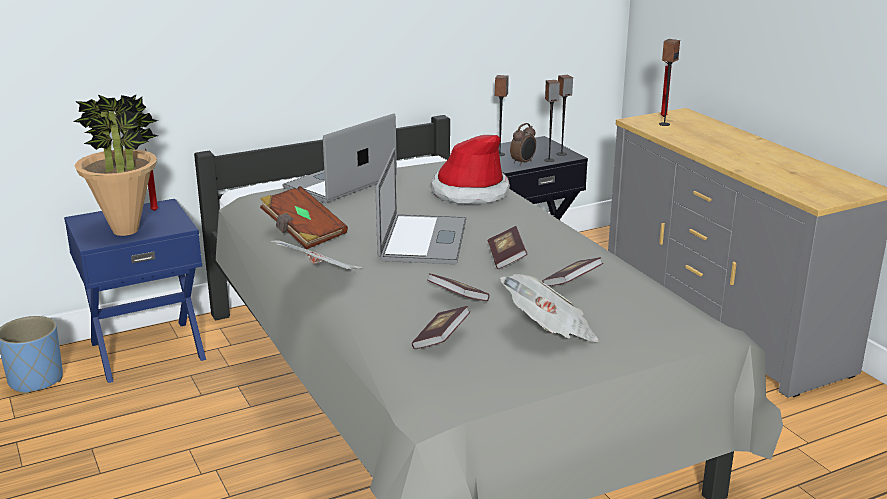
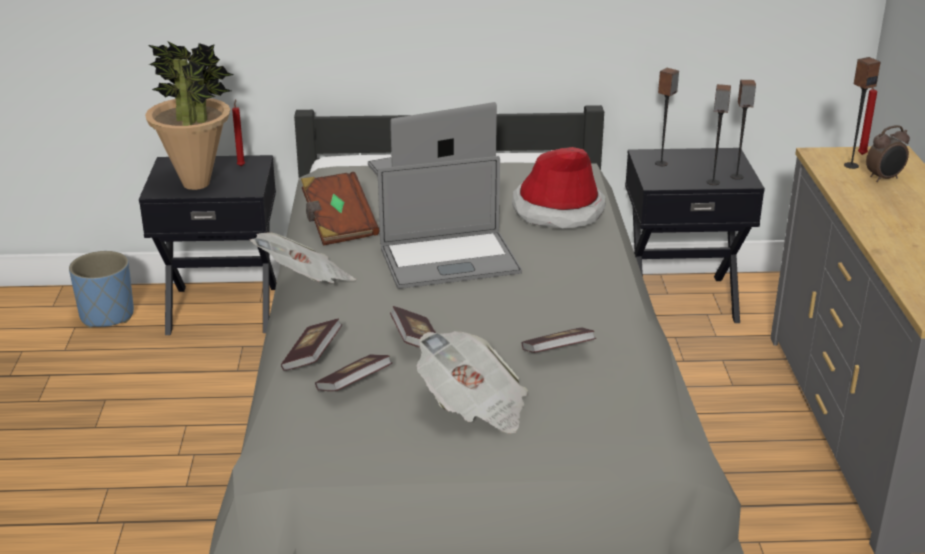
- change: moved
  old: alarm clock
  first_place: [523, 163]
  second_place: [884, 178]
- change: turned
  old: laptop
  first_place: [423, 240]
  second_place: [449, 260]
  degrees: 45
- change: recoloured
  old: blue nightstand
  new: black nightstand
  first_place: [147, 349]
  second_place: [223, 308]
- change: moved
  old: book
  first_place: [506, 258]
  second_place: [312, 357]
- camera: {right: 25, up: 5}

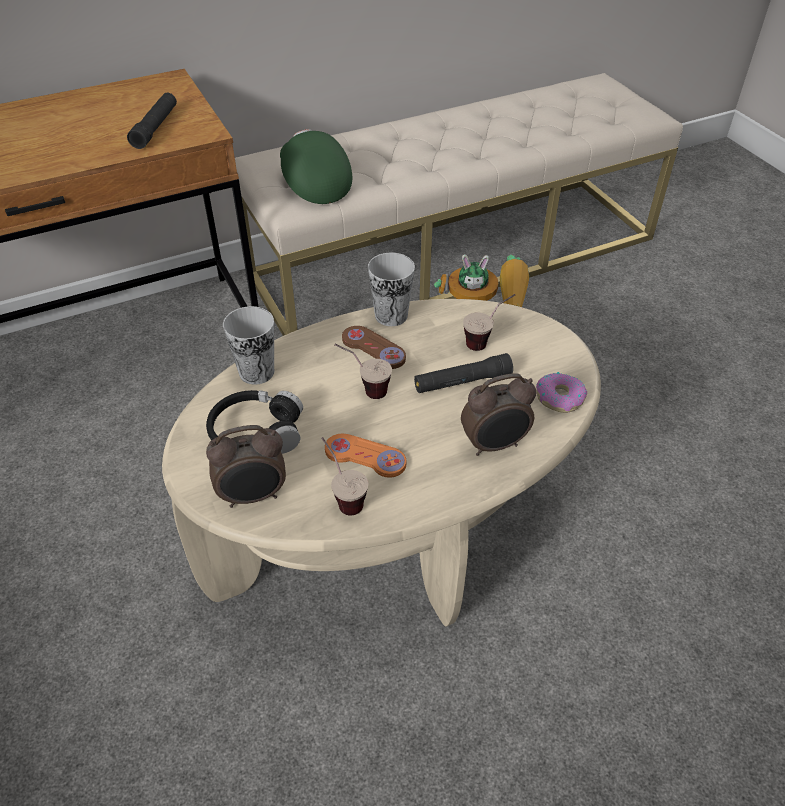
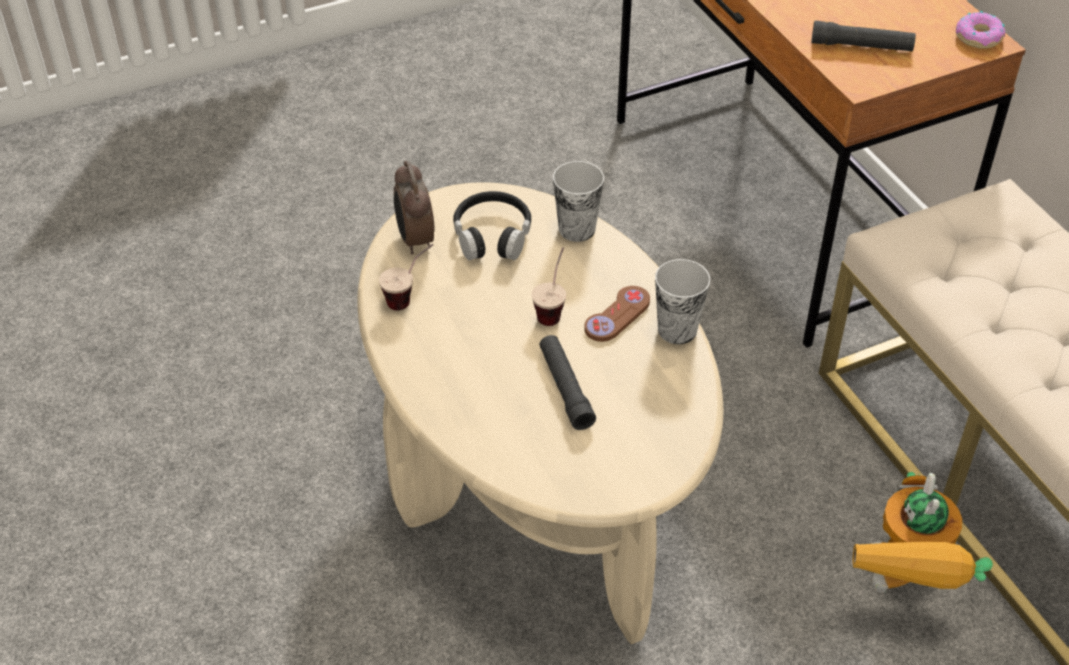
- change: removed
  old: green cap
  first_place: [313, 183]
- change: removed
  old: cup
  first_place: [486, 341]
- change: moved
  old: donut
  first_place: [559, 397]
  second_place: [979, 37]
- change: removed
  old: alarm clock
  first_place: [495, 445]
- change: removed
  old: orange game controller
  first_place: [365, 457]
- camera: {right: 90, up: 0}

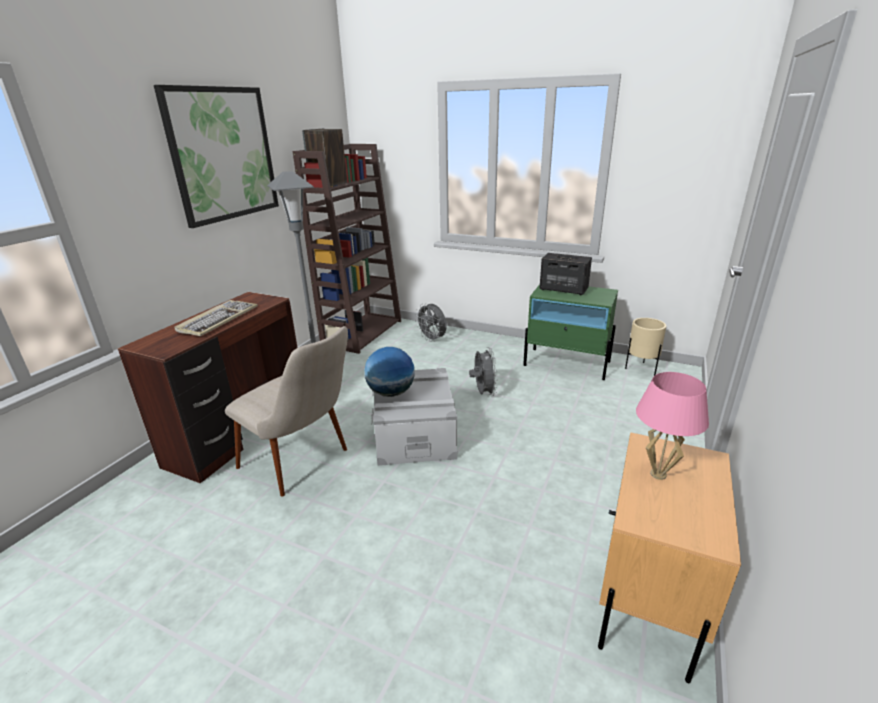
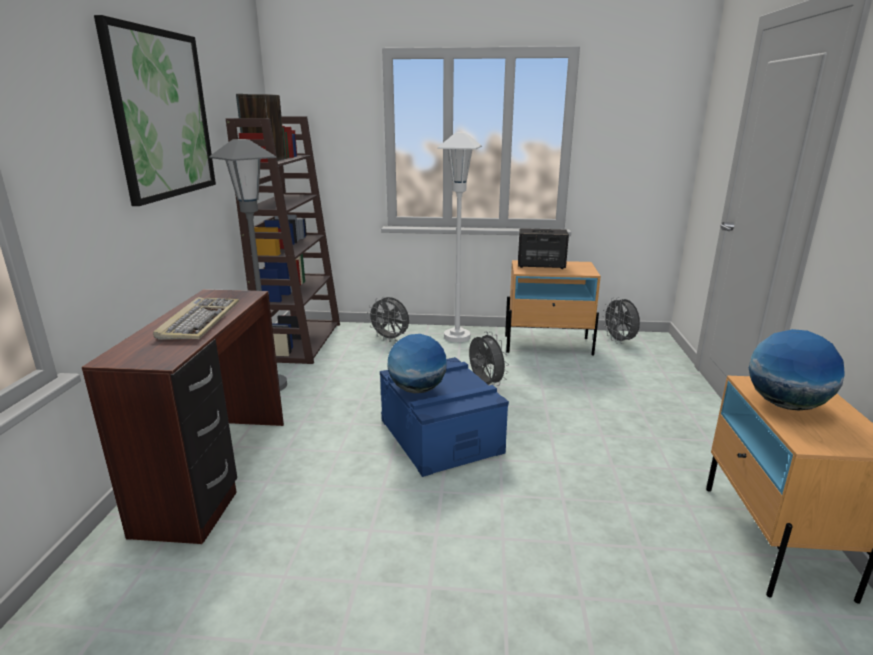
- change: recoloured
  old: green nightstand
  new: beige nightstand
  first_place: [567, 363]
  second_place: [548, 345]
- change: replaced
  old: beige planter
  new: grey fan
  first_place: [641, 369]
  second_place: [619, 341]
- change: removed
  old: beige chair
  first_place: [305, 465]
- change: recoloured
  old: grey storage box
  new: blue storage box
  first_place: [415, 433]
  second_place: [440, 436]
- change: replaced
  old: pink table lamp
  new: globe
  first_place: [657, 474]
  second_place: [785, 404]
- change: added
  new: white floor lamp
  second_place: [457, 337]
- camera: {right: -20, up: -5}

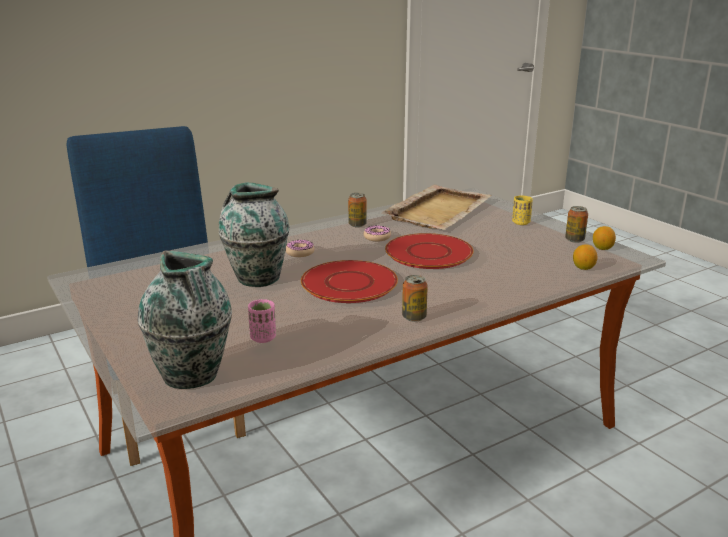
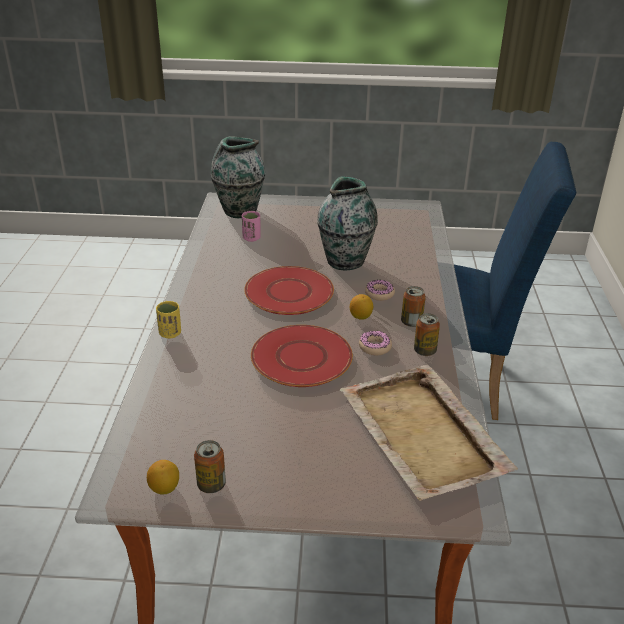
- change: moved
  old: yellow cup
  first_place: [521, 223]
  second_place: [170, 333]
- change: moved
  old: lemon
  first_place: [583, 268]
  second_place: [361, 317]
- change: moved
  old: can
  first_place: [414, 317]
  second_place: [411, 322]
- camera: {right: 125, up: 10}

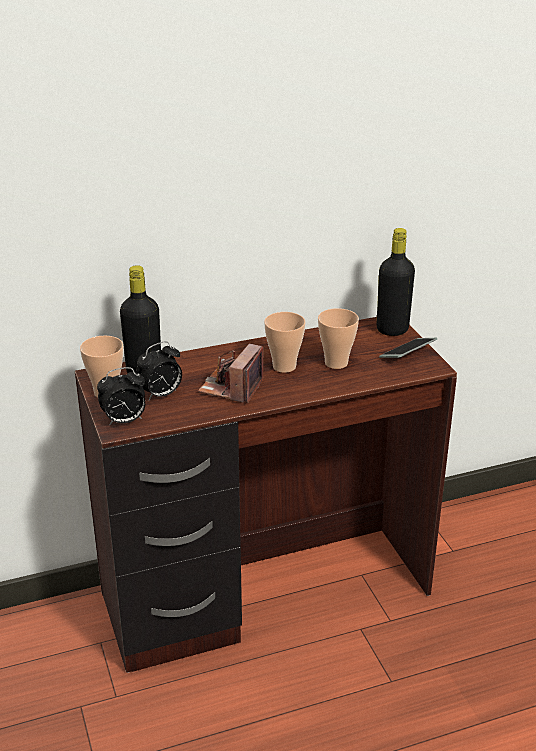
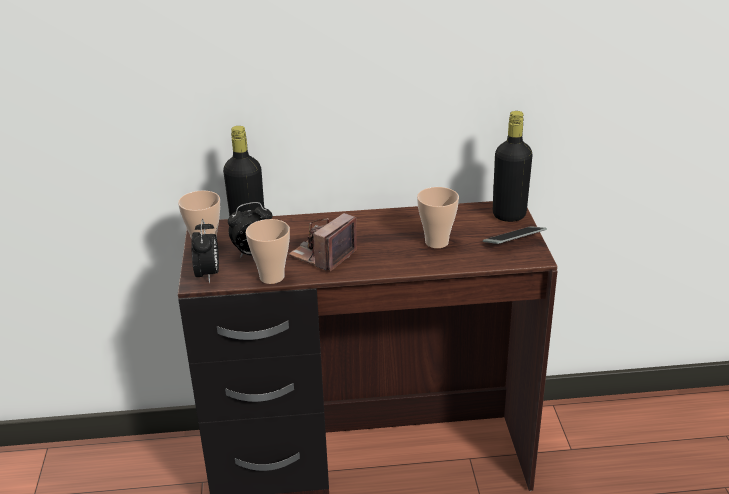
- change: moved
  old: cup
  first_place: [284, 366]
  second_place: [272, 277]
- change: turned
  old: alarm clock
  first_place: [124, 421]
  second_place: [208, 275]
  degrees: -90
- camera: {right: 15, up: 0}

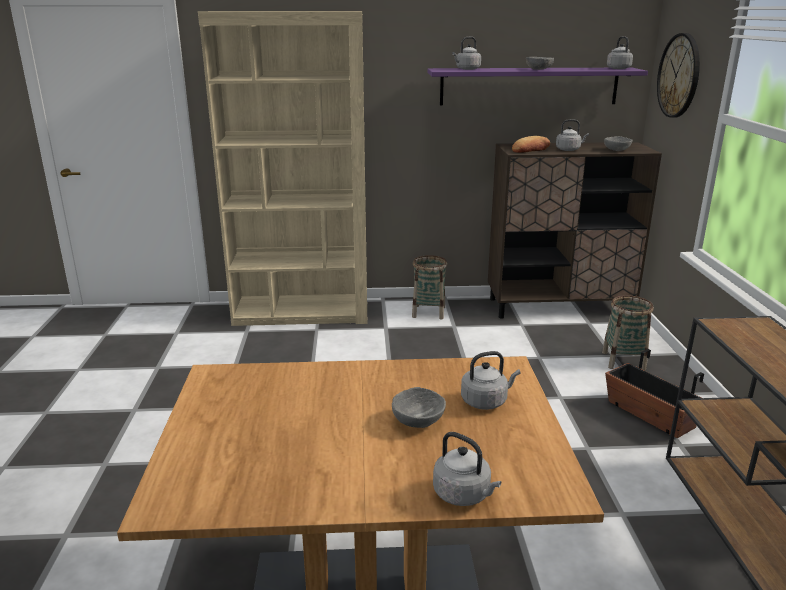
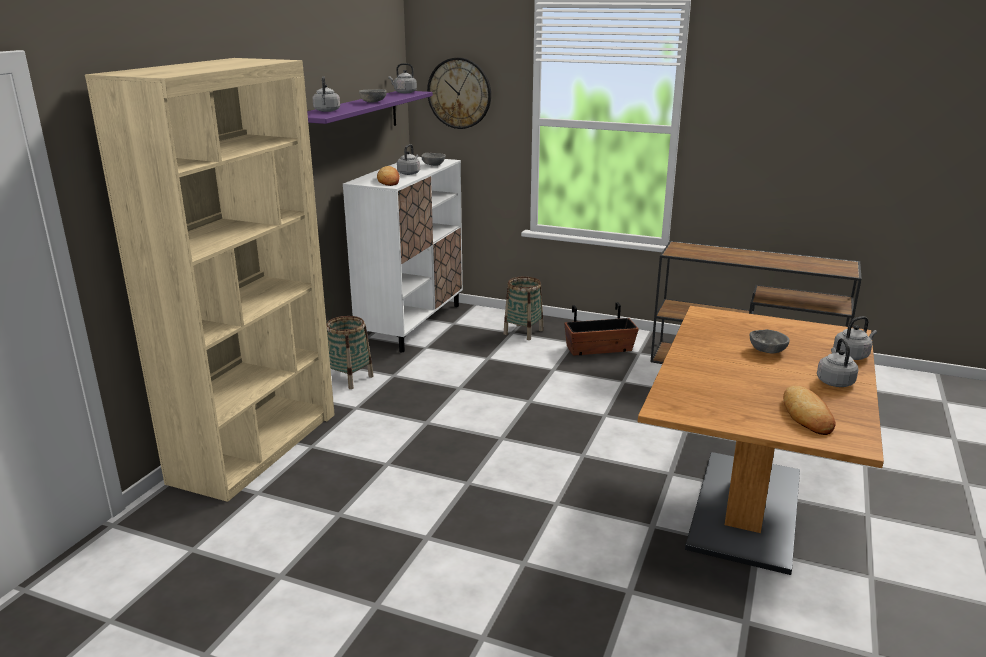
- change: recoloured
  old: brown cabinet
  new: white cabinet
  first_place: [559, 306]
  second_place: [412, 324]
- change: moved
  old: grey kettle
  first_place: [486, 401]
  second_place: [834, 381]
- change: added
  new: bread
  second_place: [807, 415]
- camera: {right: -65, up: 0}

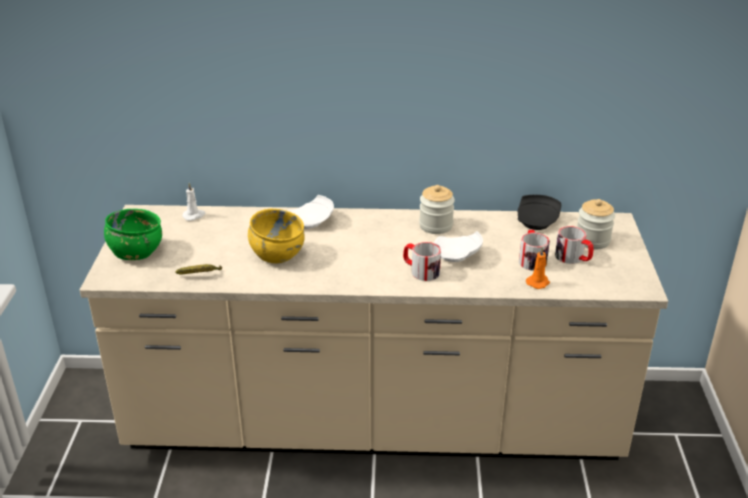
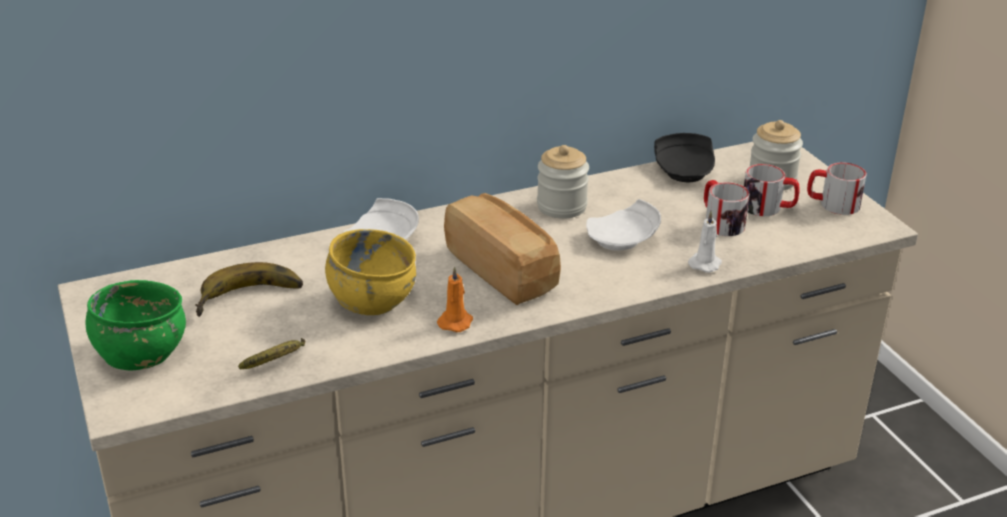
- change: moved
  old: white candle
  first_place: [194, 216]
  second_place: [705, 263]
- change: moved
  old: mug
  first_place: [420, 271]
  second_place: [832, 204]
- change: moved
  old: orange candle
  first_place: [538, 282]
  second_place: [456, 321]
- change: added
  new: bread
  second_place: [503, 270]
- change: added
  new: banana
  second_place: [250, 300]
- camera: {right: -25, up: 0}

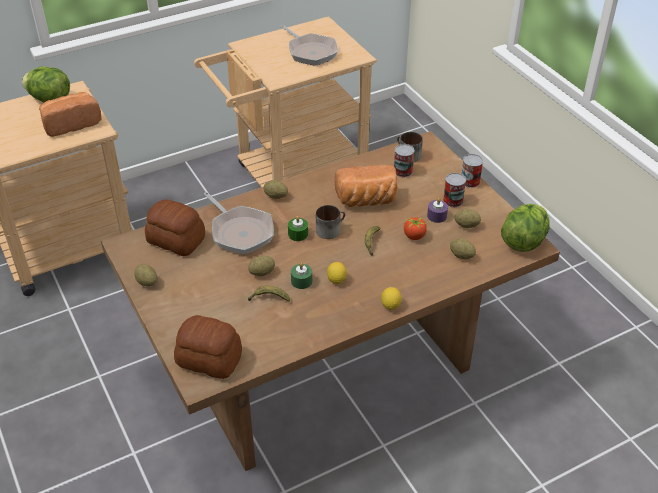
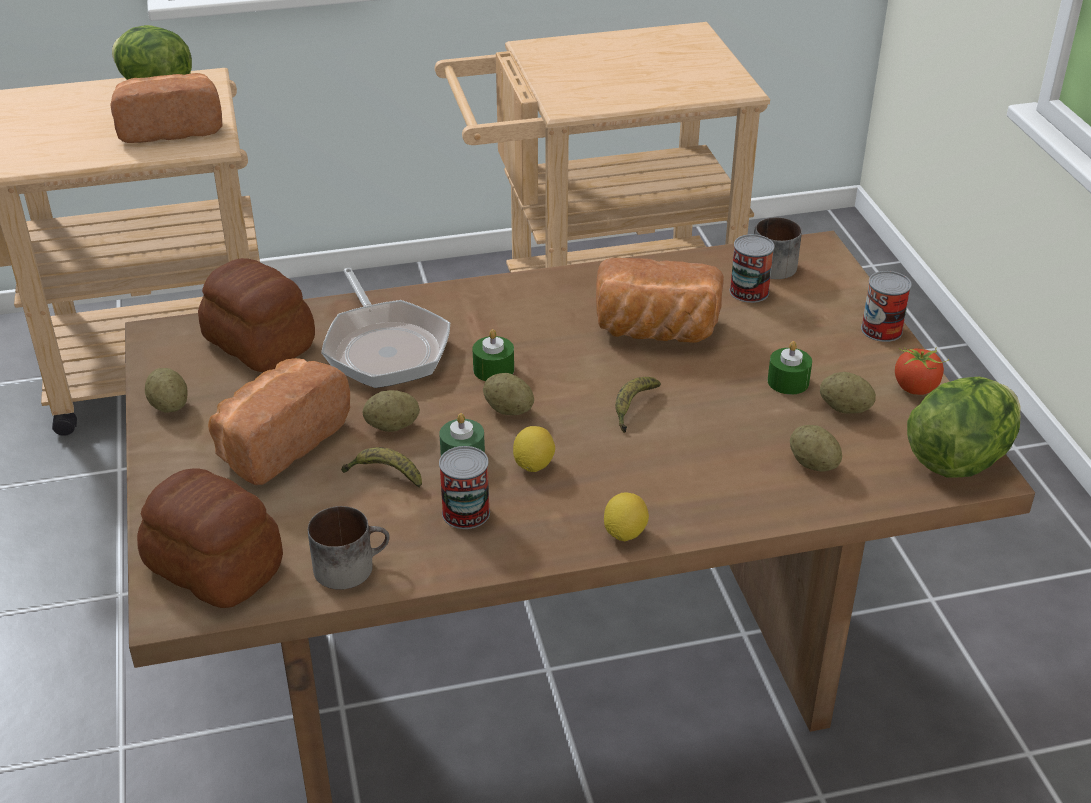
- change: removed
  old: frying pan
  first_place: [310, 51]
- change: moved
  old: can
  first_place: [453, 200]
  second_place: [466, 512]
- change: moved
  old: potato
  first_place: [276, 196]
  second_place: [508, 410]
- change: recoloured
  old: purple candle
  new: green candle
  first_place: [437, 216]
  second_place: [788, 381]
- change: moved
  old: mug
  first_place: [330, 229]
  second_place: [351, 565]
- change: moved
  old: tomato
  first_place: [414, 236]
  second_place: [916, 388]
- change: added
  new: bread
  second_place: [277, 442]
- camera: {right: 15, up: -5}

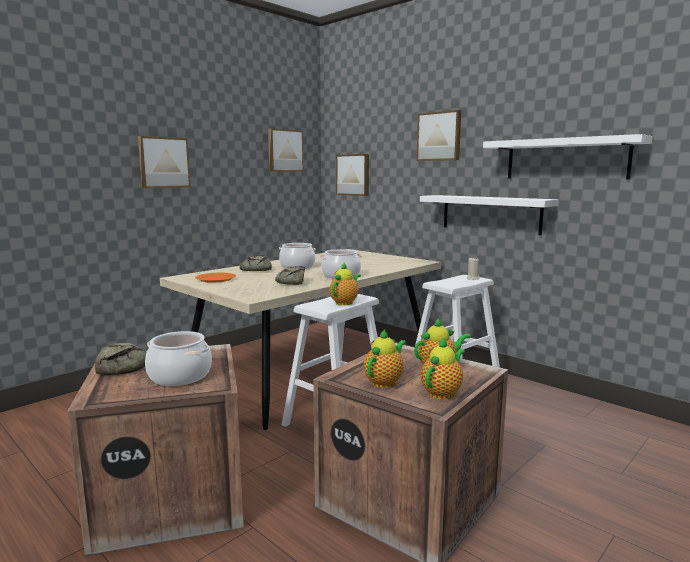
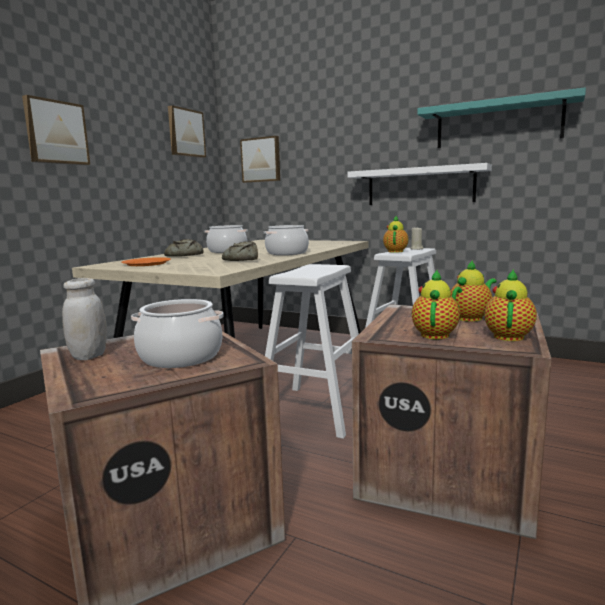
- change: removed
  old: picture
  first_place: [439, 136]
- change: recoloured
  old: white shelf
  new: turquoise shelf
  first_place: [566, 159]
  second_place: [498, 124]
- change: moved
  old: teapot
  first_place: [345, 302]
  second_place: [395, 251]
- change: replaced
  old: bread
  new: white jar
  first_place: [124, 366]
  second_place: [89, 356]
- camera: {right: -15, up: 0}

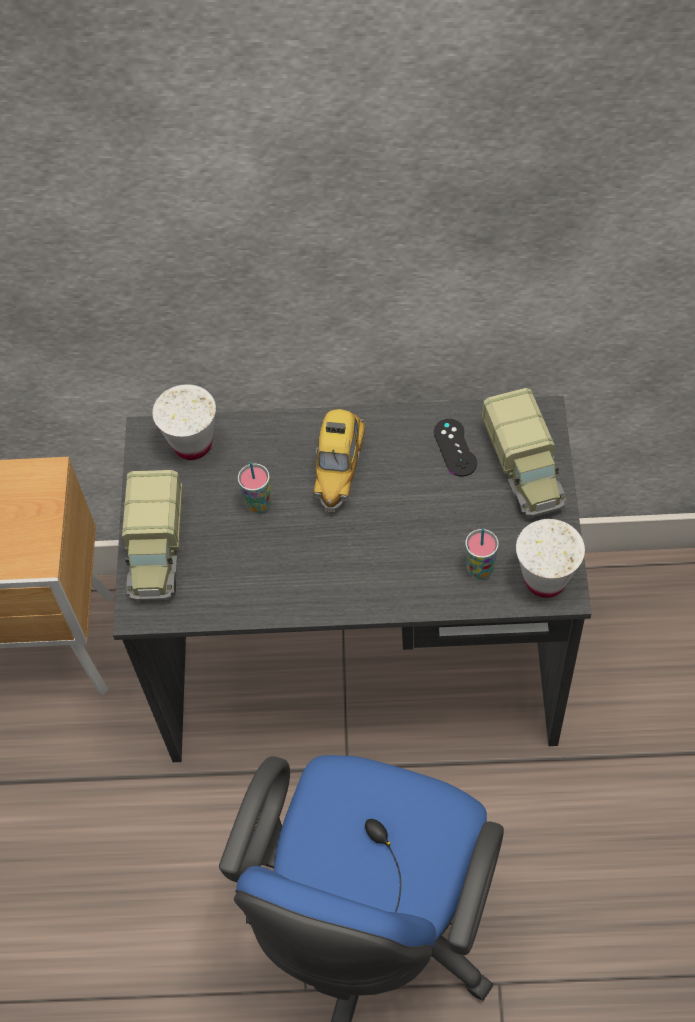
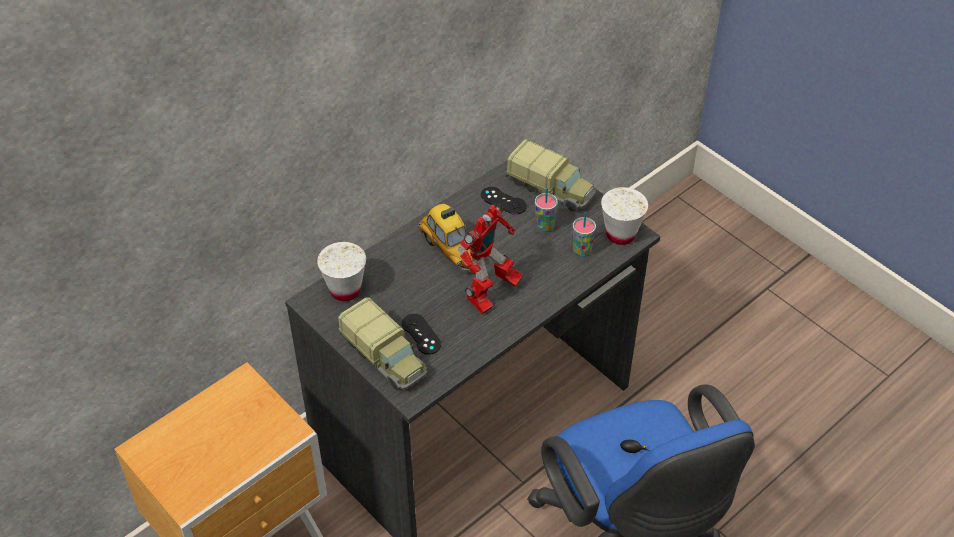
- change: moved
  old: cup
  first_place: [258, 504]
  second_place: [544, 226]
- change: added
  new: toy robot
  second_place: [490, 295]
- change: added
  new: black game controller
  second_place: [421, 334]
- camera: {right: -45, up: -10}

